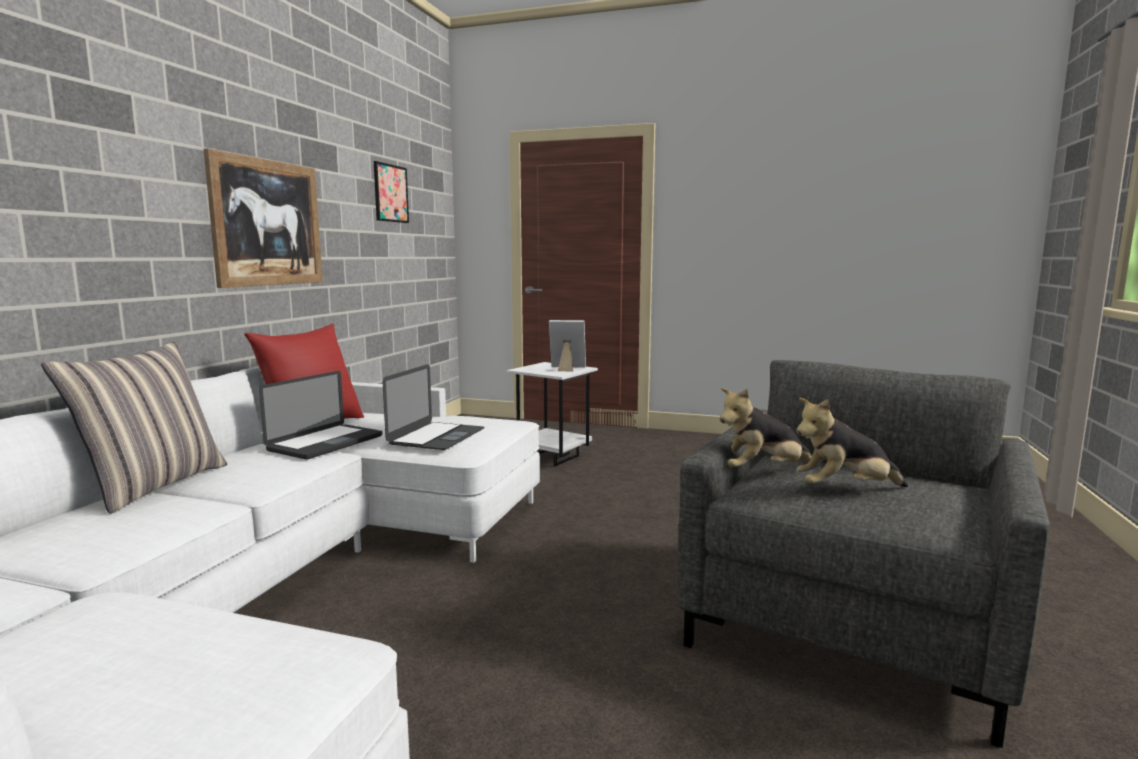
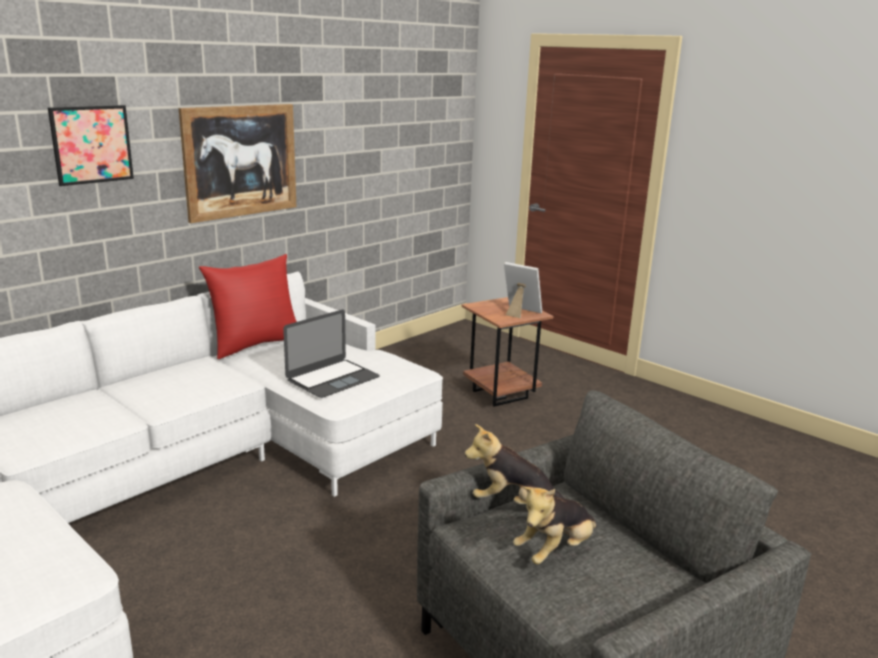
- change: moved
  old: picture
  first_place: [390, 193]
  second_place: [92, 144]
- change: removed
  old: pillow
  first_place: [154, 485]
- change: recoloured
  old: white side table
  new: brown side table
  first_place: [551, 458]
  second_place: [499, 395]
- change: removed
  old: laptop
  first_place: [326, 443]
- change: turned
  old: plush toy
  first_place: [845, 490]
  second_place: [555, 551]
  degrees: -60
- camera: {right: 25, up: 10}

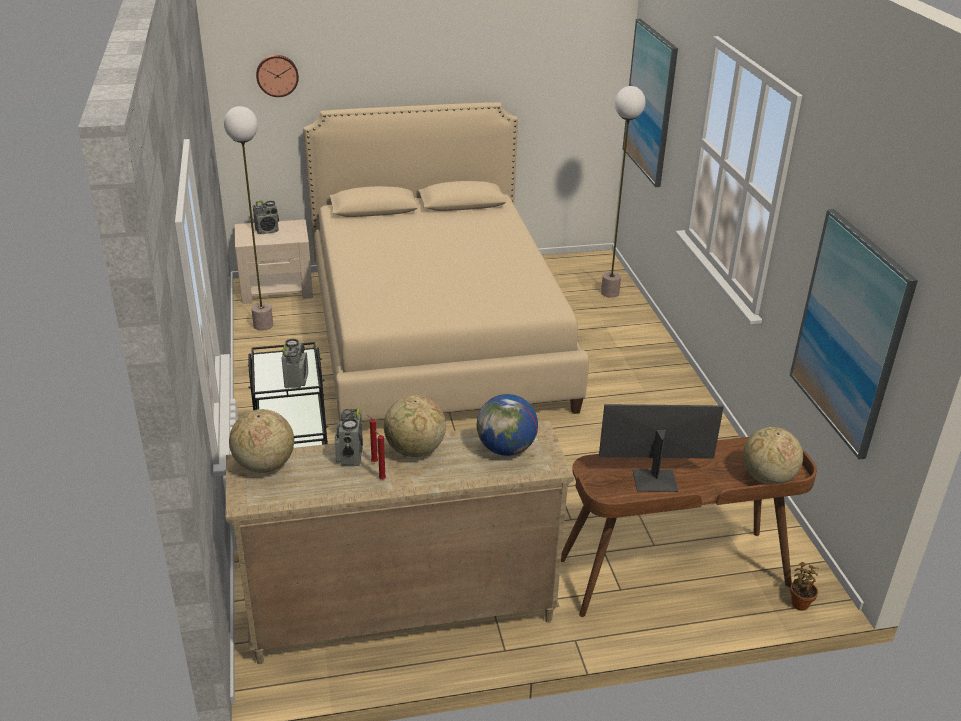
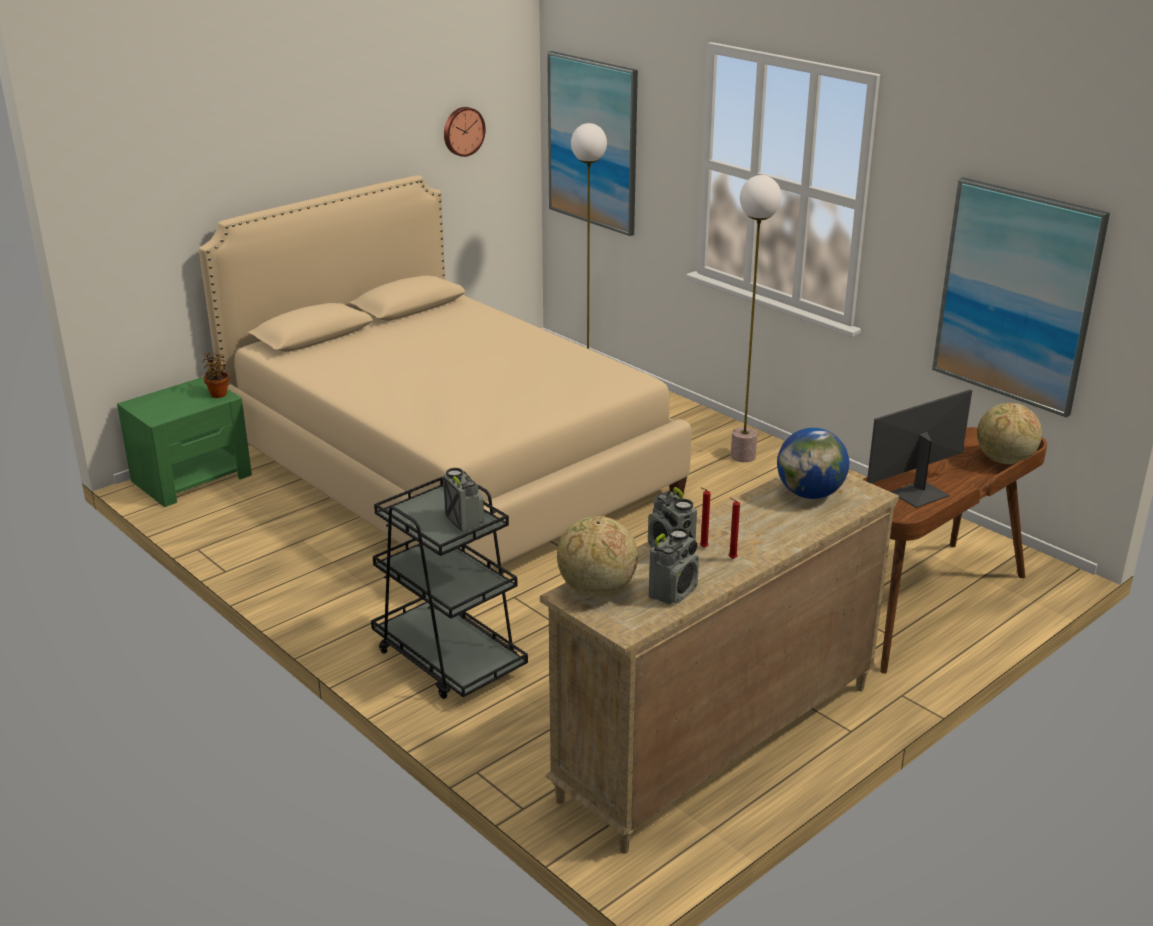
- change: moved
  old: wall clock
  first_place: [277, 75]
  second_place: [462, 131]
- change: moved
  old: floor lamp
  first_place: [263, 325]
  second_place: [743, 456]
- change: moved
  old: radio
  first_place: [267, 231]
  second_place: [673, 592]
- change: recoloured
  old: beige nightstand
  new: green nightstand
  first_place: [277, 288]
  second_place: [192, 477]
- change: removed
  old: globe
  first_place: [415, 450]
- change: moved
  old: potted plant
  first_place: [800, 603]
  second_place: [218, 394]
- camera: {right: -30, up: -5}

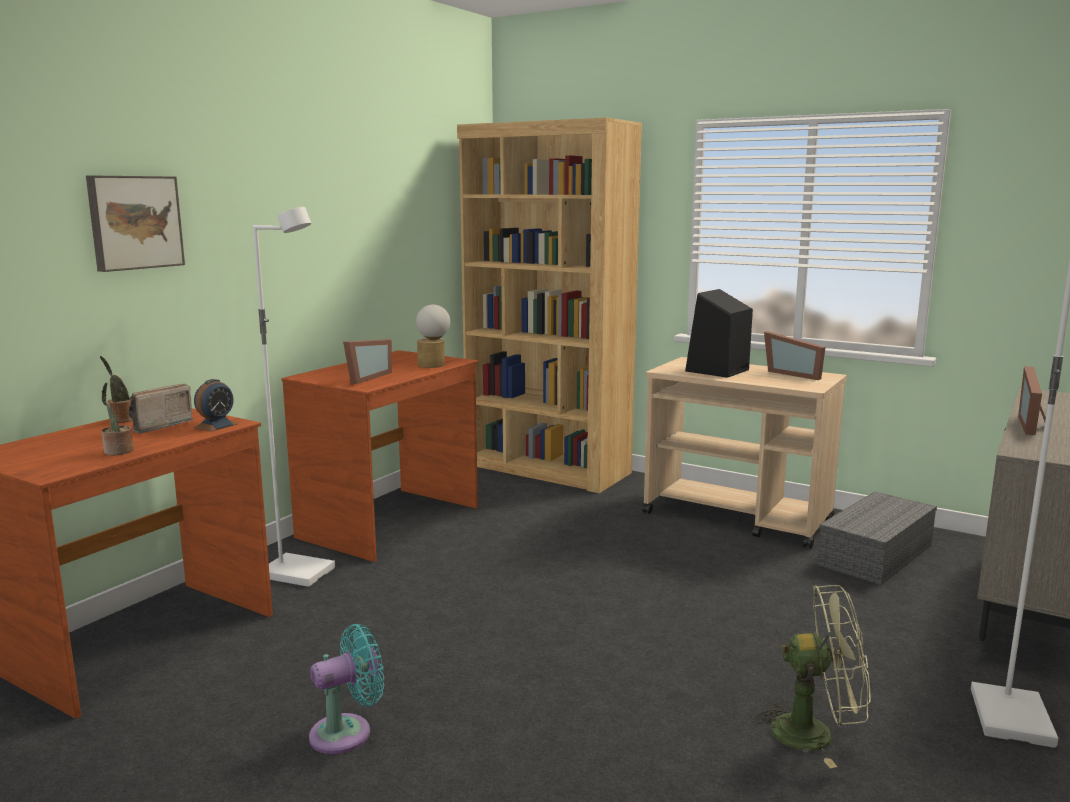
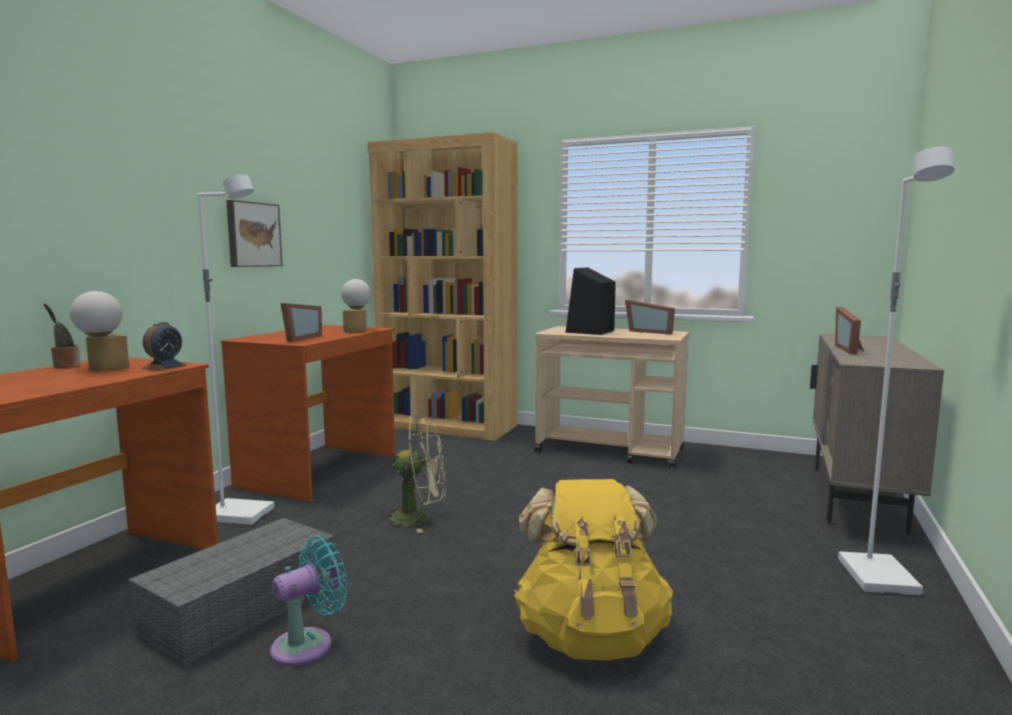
- change: moved
  old: picture
  first_place: [134, 222]
  second_place: [252, 234]
- change: removed
  old: potted plant
  first_place: [118, 452]
- change: replaced
  old: radio
  new: table lamp
  first_place: [157, 426]
  second_place: [103, 368]
- change: moved
  old: grey storage box
  first_place: [876, 556]
  second_place: [241, 610]
- change: moved
  old: green fan
  first_place: [815, 733]
  second_place: [419, 518]
- change: added
  new: yellow backpack
  second_place: [591, 636]
- camera: {right: -10, up: -5}

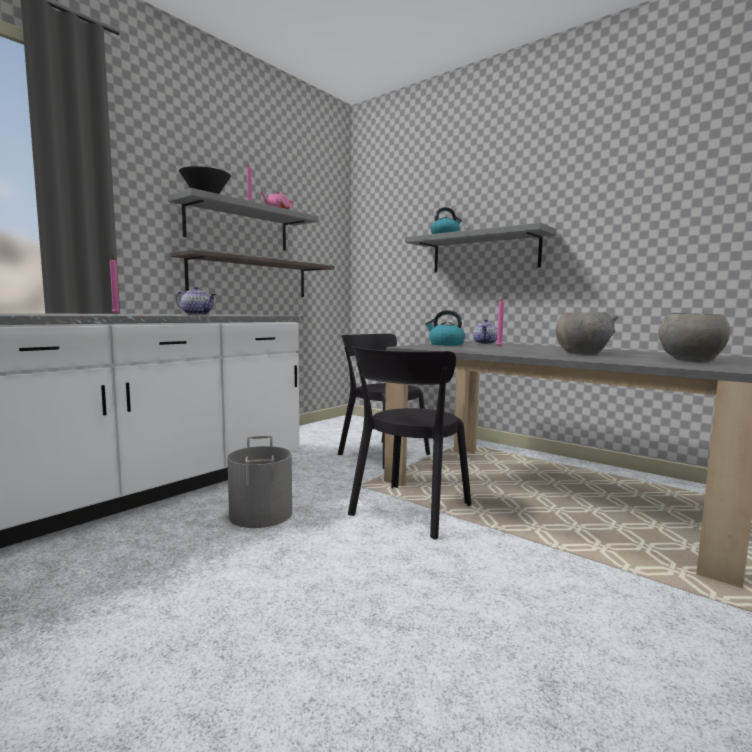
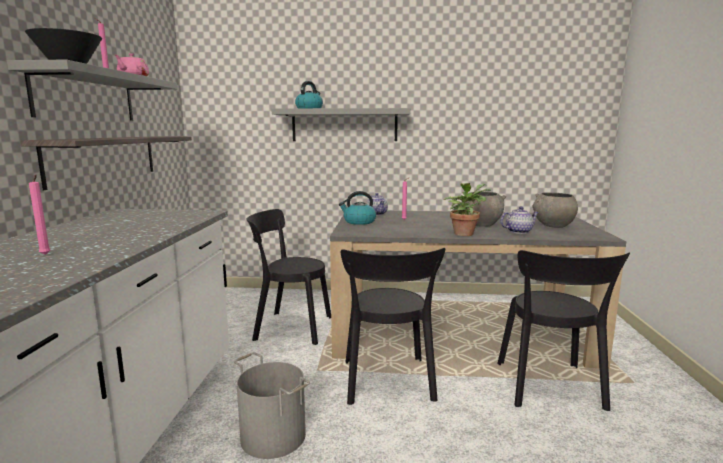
- change: moved
  old: teapot
  first_place: [197, 314]
  second_place: [518, 231]
- change: added
  new: potted plant
  second_place: [464, 233]
- change: added
  new: black chair
  second_place: [550, 388]
- camera: {right: -35, up: 5}

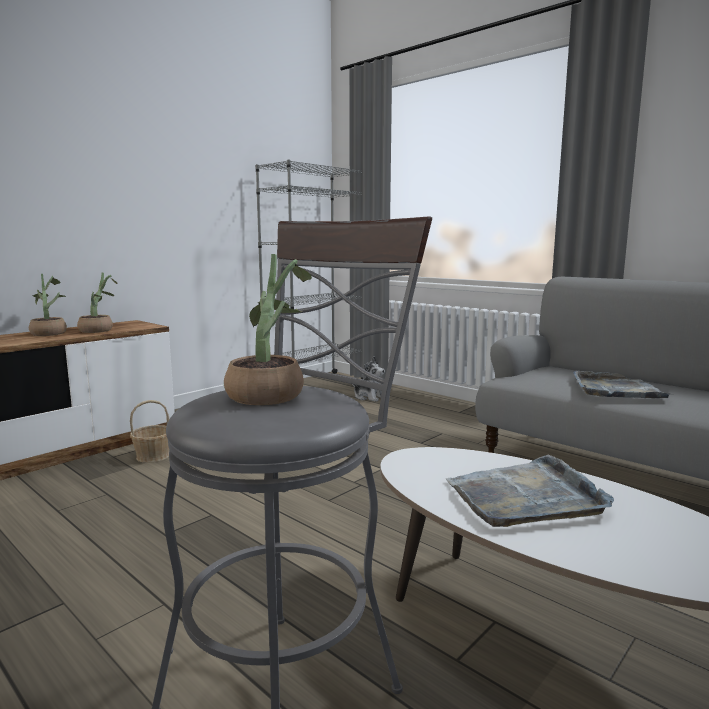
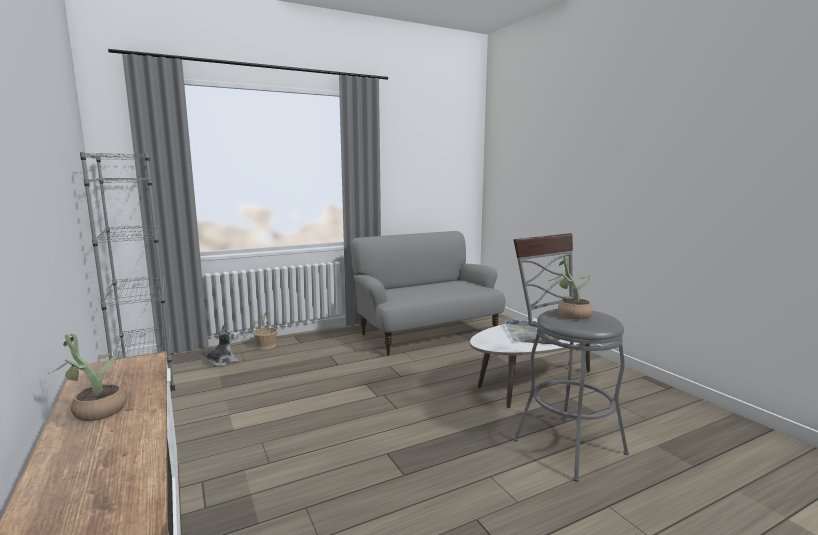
- change: removed
  old: potted plant
  first_place: [100, 330]
- change: removed
  old: grey tray
  first_place: [616, 389]
- change: moved
  old: basket
  first_place: [153, 456]
  second_place: [266, 345]
- camera: {right: -70, up: 0}

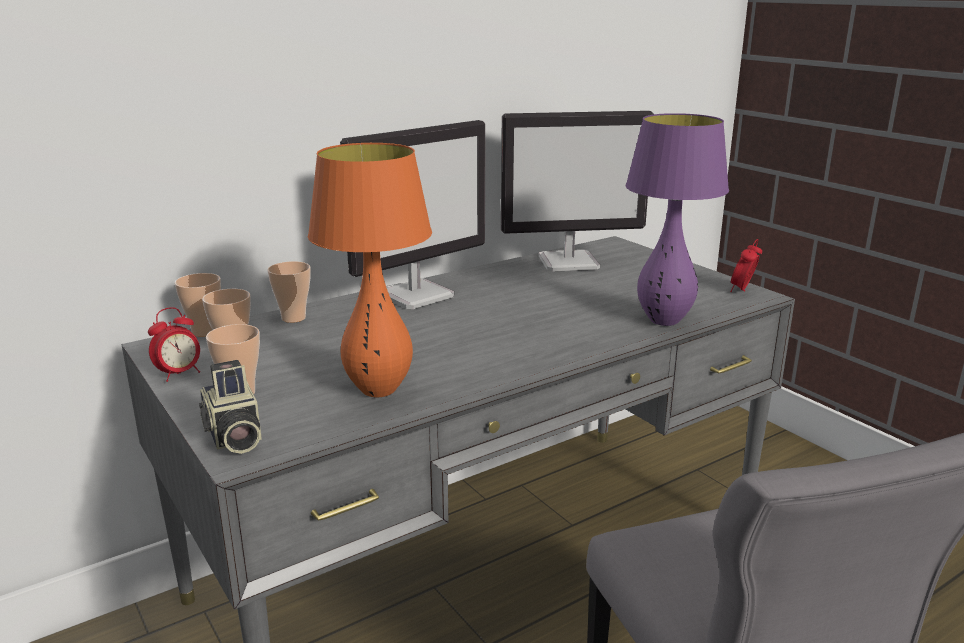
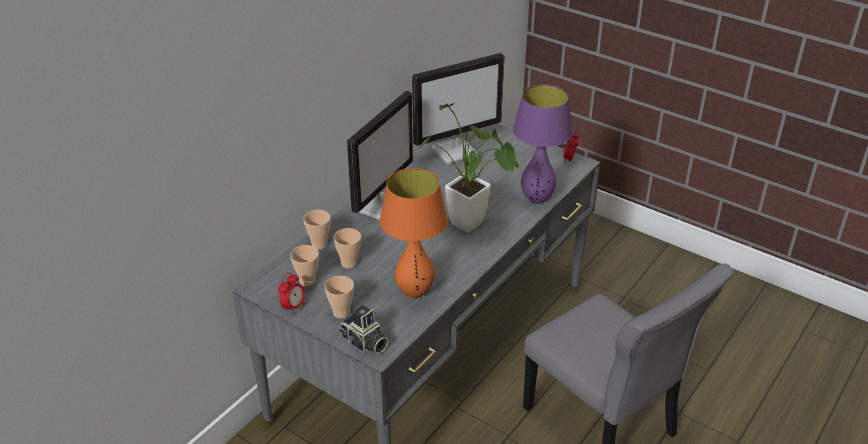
- change: moved
  old: cup
  first_place: [204, 332]
  second_place: [349, 263]
- change: added
  new: potted plant
  second_place: [472, 227]
- camera: {right: -20, up: 15}

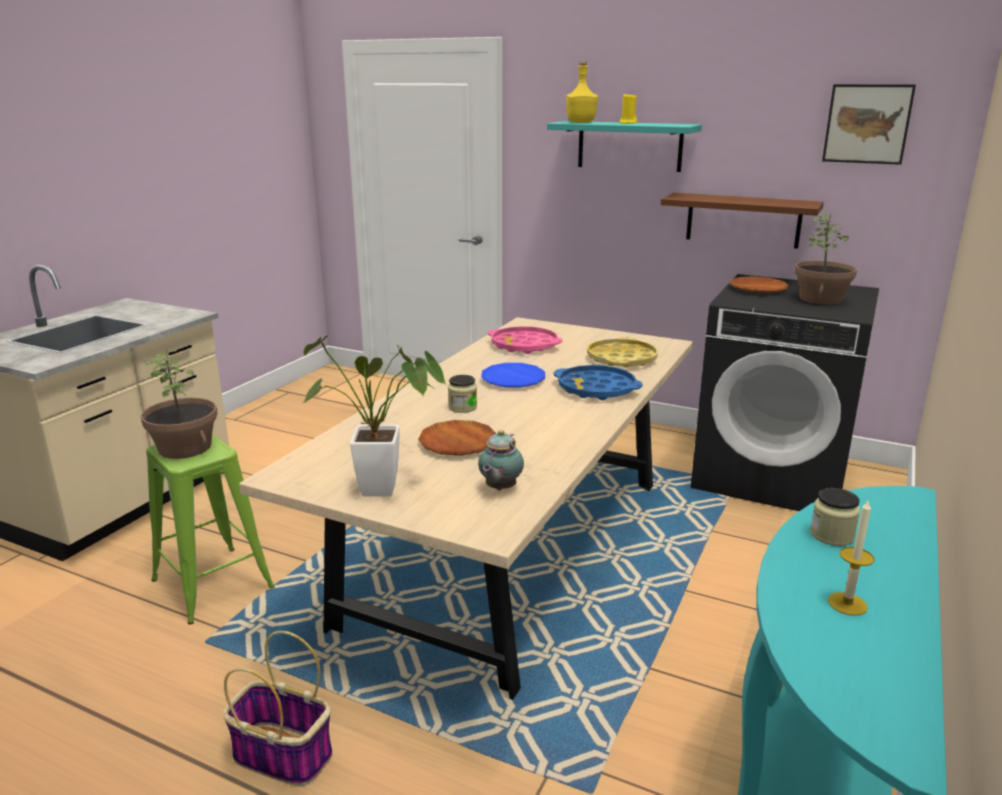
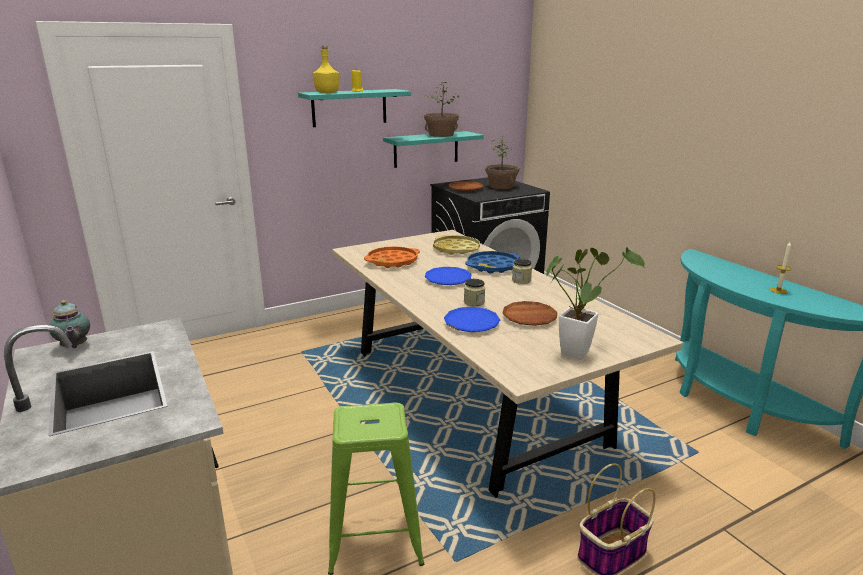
- change: removed
  old: picture
  first_place: [867, 124]
- change: recoloured
  old: brown shelf
  new: turquoise shelf
  first_place: [743, 220]
  second_place: [426, 149]
- change: recoloured
  old: pink tray
  new: orange tray
  first_place: [524, 346]
  second_place: [392, 261]
- change: moved
  old: potted plant
  first_place: [185, 447]
  second_place: [441, 134]
- change: moved
  old: teapot
  first_place: [499, 489]
  second_place: [74, 347]
- change: moved
  old: jar
  first_place: [831, 535]
  second_place: [521, 280]
- change: added
  new: blue plate
  second_place: [471, 323]
- camera: {right: -55, up: 0}

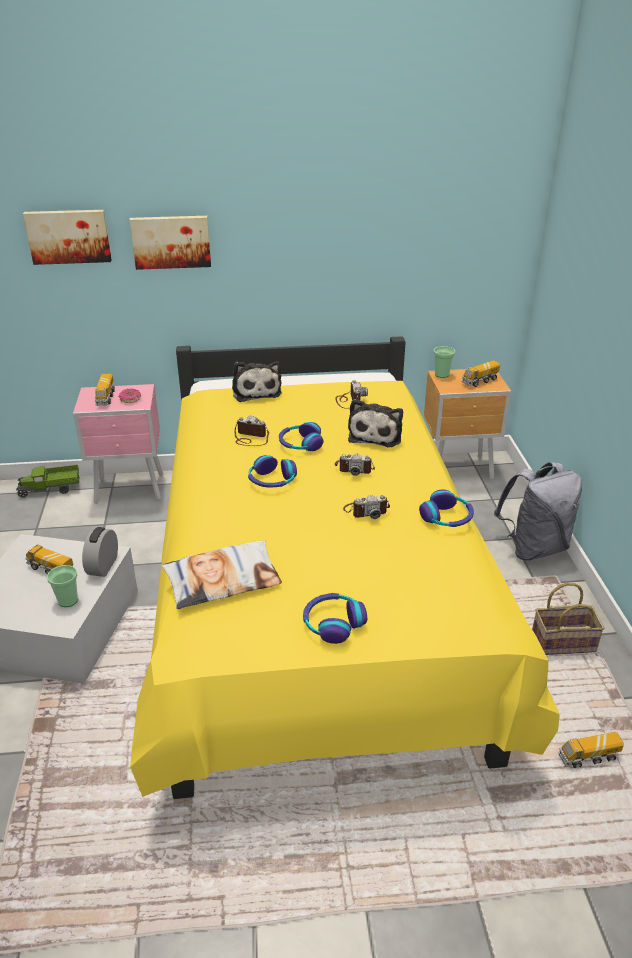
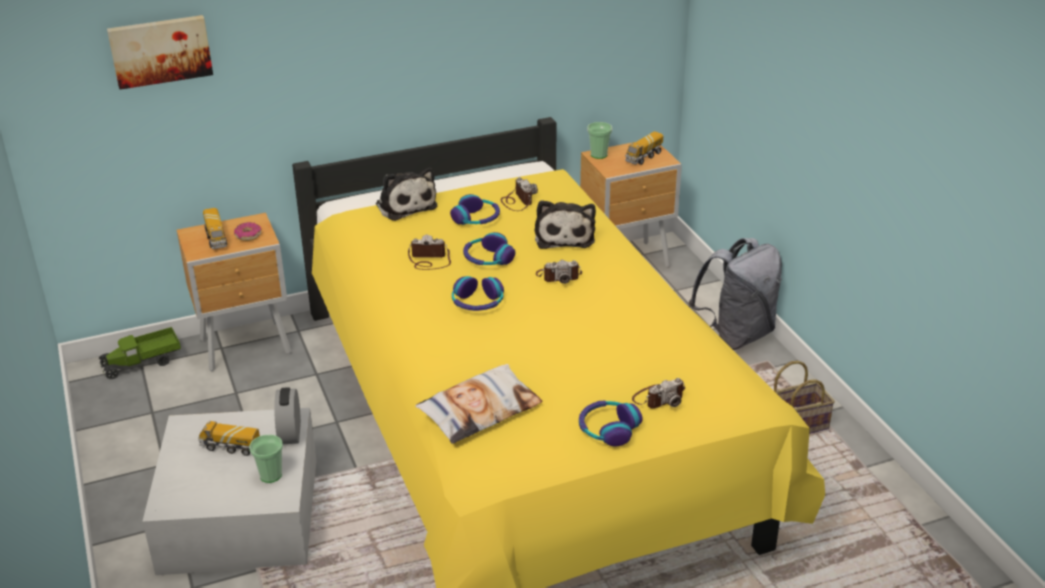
- change: removed
  old: picture
  first_place: [171, 241]
- change: recoloured
  old: pink nightstand
  new: brown nightstand
  first_place: [131, 490]
  second_place: [248, 347]
- change: moved
  old: headphones
  first_place: [447, 517]
  second_place: [476, 219]
- change: moved
  old: photo camera
  first_place: [366, 510]
  second_place: [658, 398]
- change: removed
  old: toy truck
  first_place: [588, 757]
- camera: {right: -15, up: 0}

